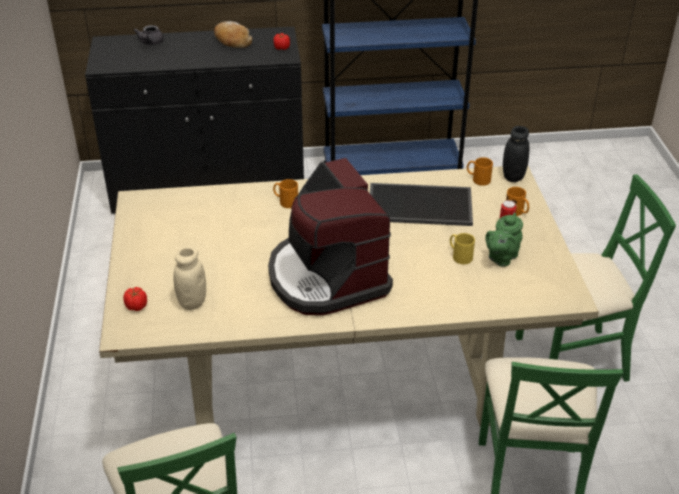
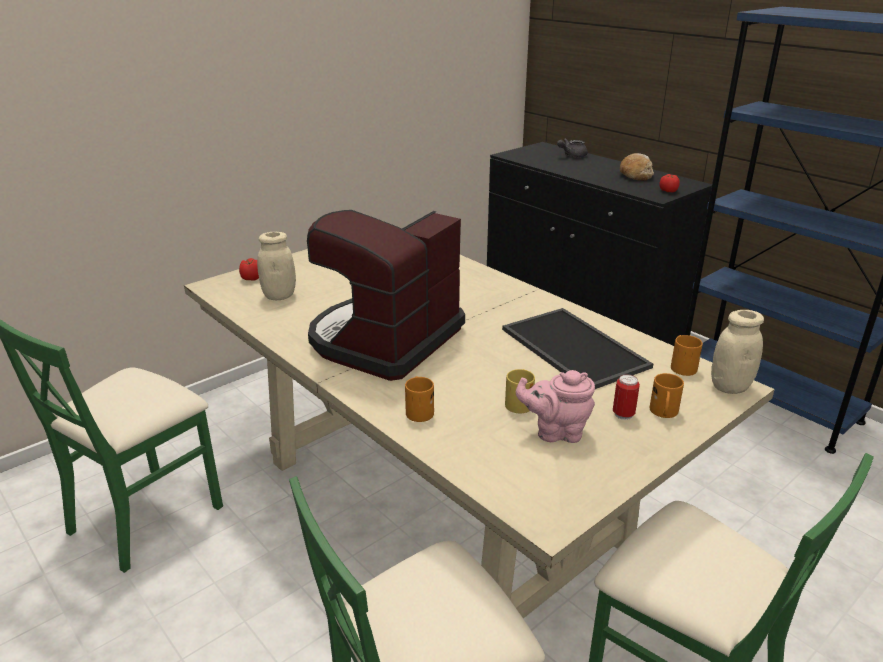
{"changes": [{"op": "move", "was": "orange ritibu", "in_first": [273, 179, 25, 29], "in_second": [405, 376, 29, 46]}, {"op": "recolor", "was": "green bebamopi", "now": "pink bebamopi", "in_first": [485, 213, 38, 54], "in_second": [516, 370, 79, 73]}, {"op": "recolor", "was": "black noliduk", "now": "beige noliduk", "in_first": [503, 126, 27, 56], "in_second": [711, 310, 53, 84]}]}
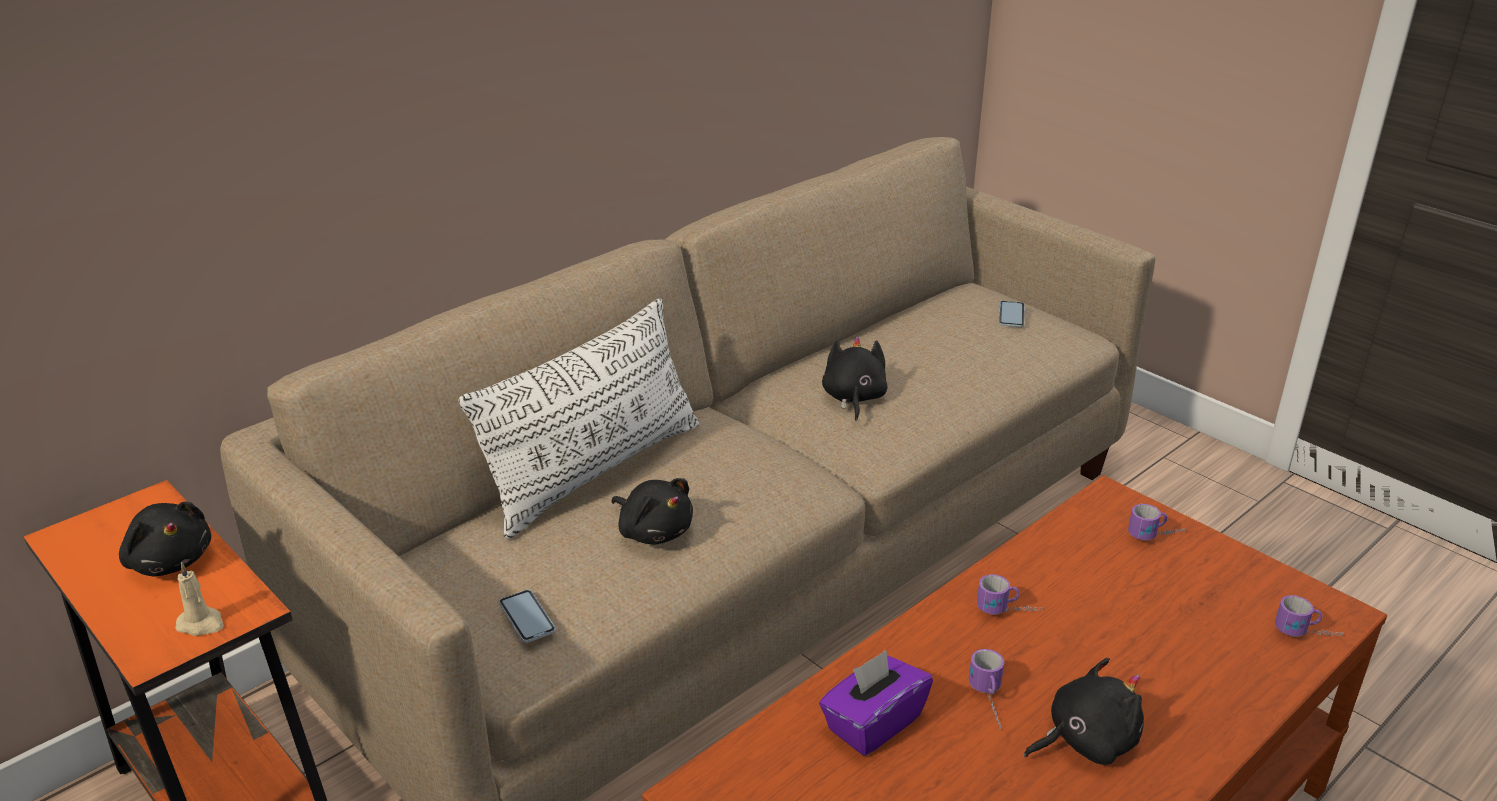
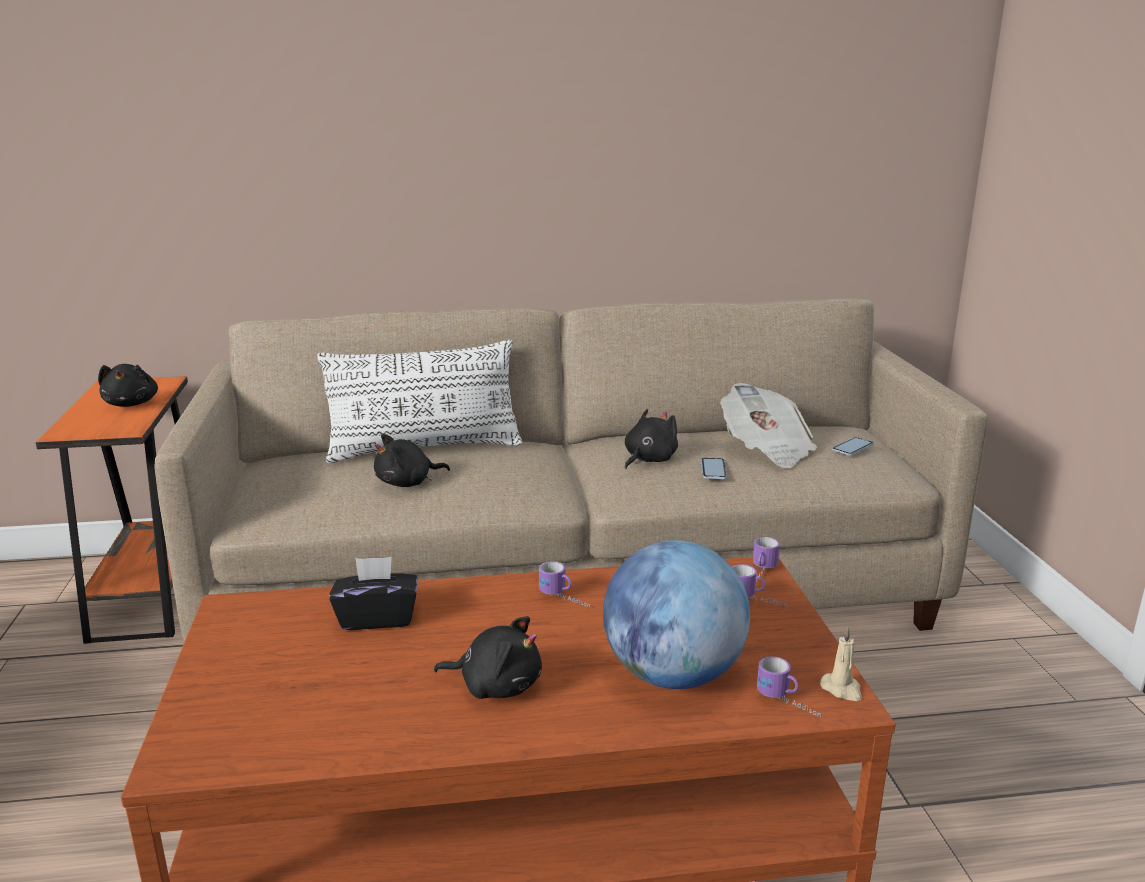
{"changes": [{"op": "recolor", "was": "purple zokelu", "now": "black zokelu", "in_first": [819, 650, 114, 106], "in_second": [329, 557, 88, 73]}, {"op": "rotate", "was": "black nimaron", "in_first": [612, 478, 81, 67], "in_second": [374, 434, 76, 53], "clockwise": 75}, {"op": "insert", "now": "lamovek", "in_second": [603, 540, 147, 149]}, {"op": "move", "was": "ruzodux", "in_first": [499, 590, 57, 53], "in_second": [701, 458, 26, 21]}, {"op": "insert", "now": "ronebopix", "in_second": [720, 383, 97, 86]}, {"op": "move", "was": "ritibu", "in_first": [969, 649, 35, 81], "in_second": [753, 537, 27, 45]}, {"op": "move", "was": "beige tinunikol", "in_first": [175, 562, 49, 74], "in_second": [820, 627, 42, 74]}]}
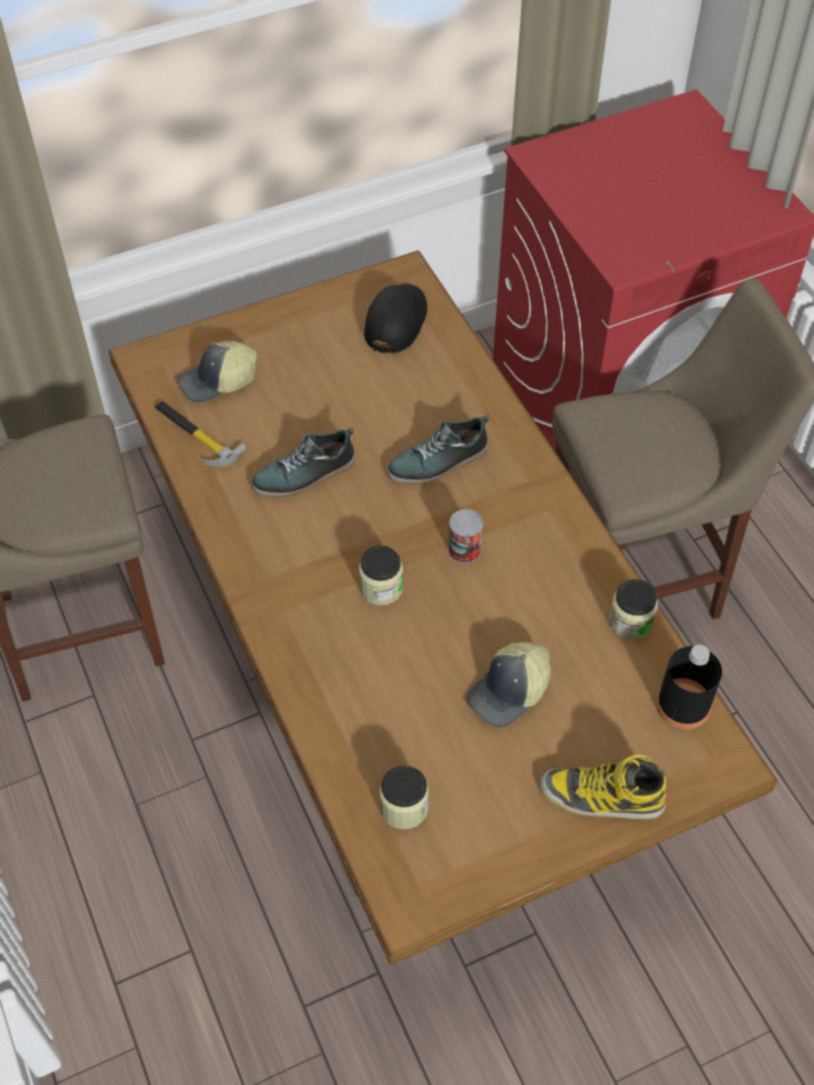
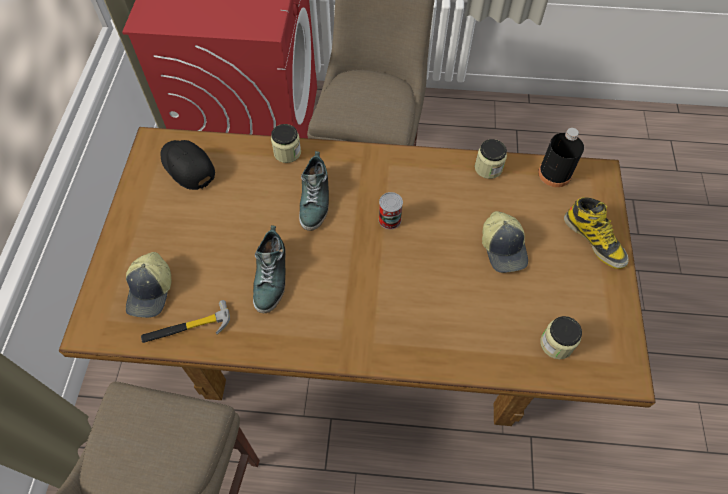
{"changes": [{"op": "move", "was": "noliduk", "in_first": [358, 545, 45, 61], "in_second": [271, 124, 30, 39]}, {"op": "rotate", "was": "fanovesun", "in_first": [540, 755, 127, 64], "in_second": [564, 197, 65, 72], "clockwise": -75}]}
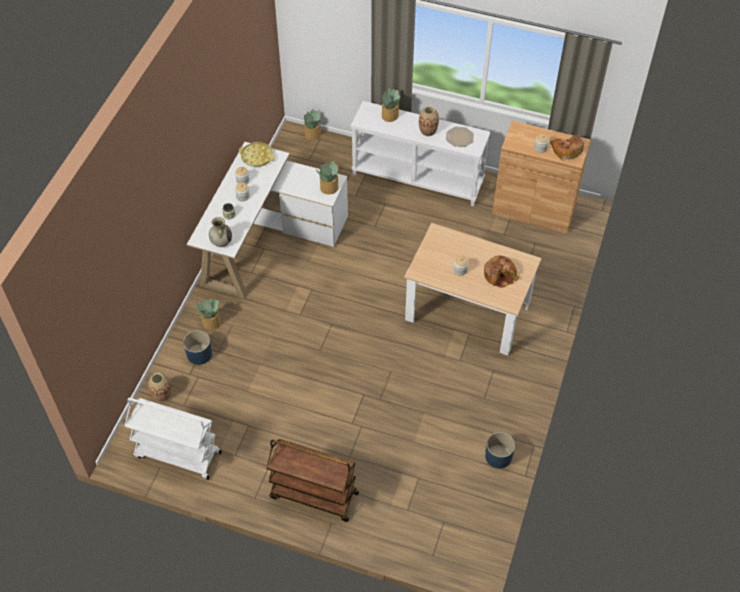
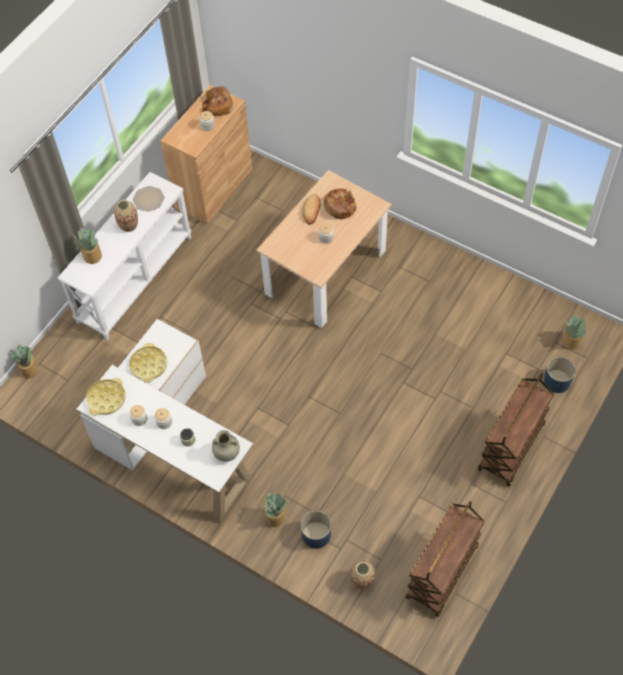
{"changes": [{"op": "insert", "now": "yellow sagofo", "in_second": [129, 343, 38, 39]}, {"op": "insert", "now": "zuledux", "in_second": [302, 194, 18, 30]}, {"op": "recolor", "was": "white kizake", "now": "brown kizake", "in_first": [125, 398, 97, 82], "in_second": [405, 501, 80, 116]}, {"op": "move", "was": "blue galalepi", "in_first": [485, 432, 30, 37], "in_second": [544, 357, 32, 36]}, {"op": "move", "was": "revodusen", "in_first": [316, 161, 22, 33], "in_second": [562, 315, 24, 35]}]}
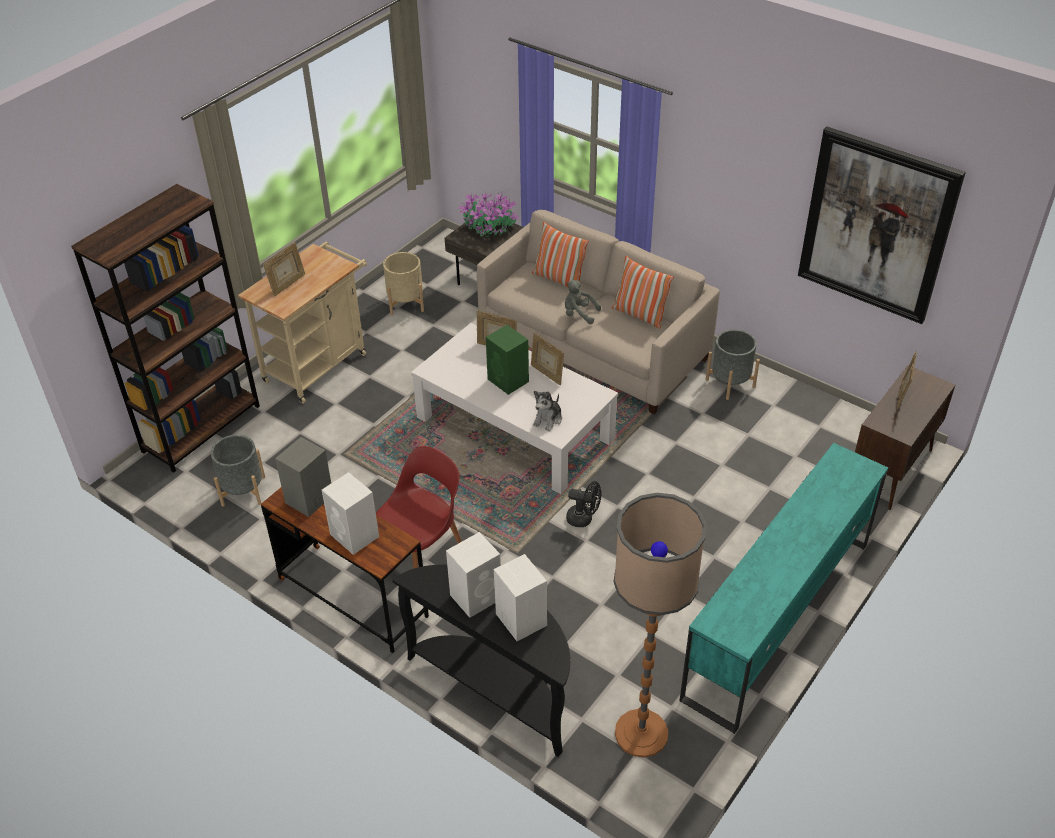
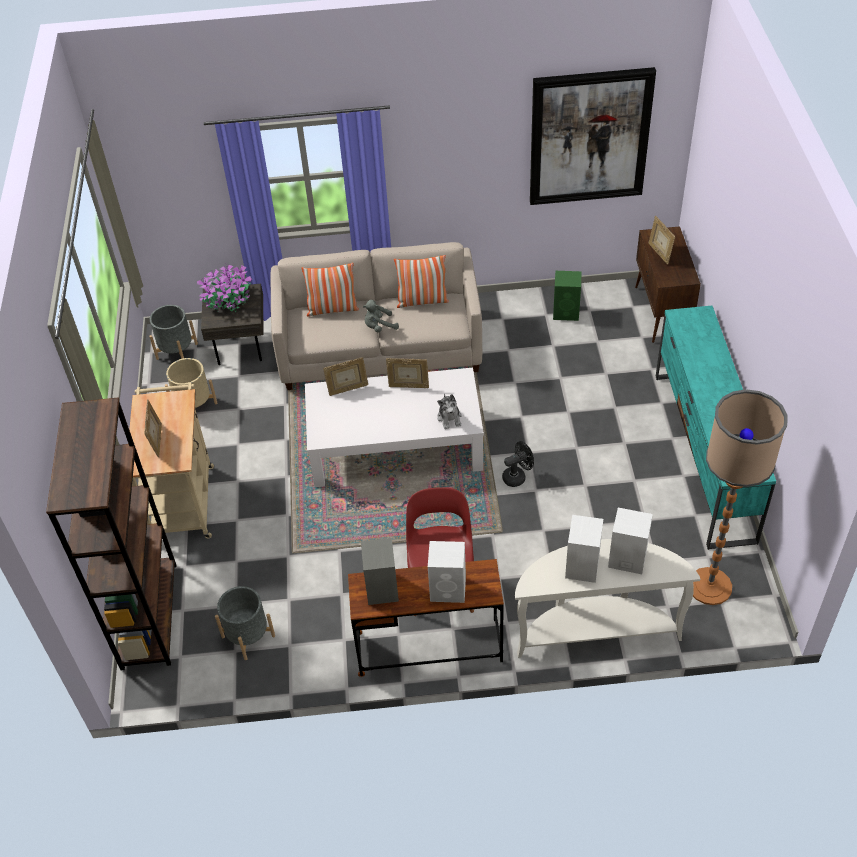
{"changes": [{"op": "move", "was": "grey galalepi", "in_first": [706, 329, 54, 71], "in_second": [149, 305, 49, 55]}, {"op": "recolor", "was": "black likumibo", "now": "white likumibo", "in_first": [392, 565, 178, 192], "in_second": [515, 539, 185, 119]}, {"op": "move", "was": "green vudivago", "in_first": [486, 325, 43, 70], "in_second": [553, 271, 29, 50]}]}
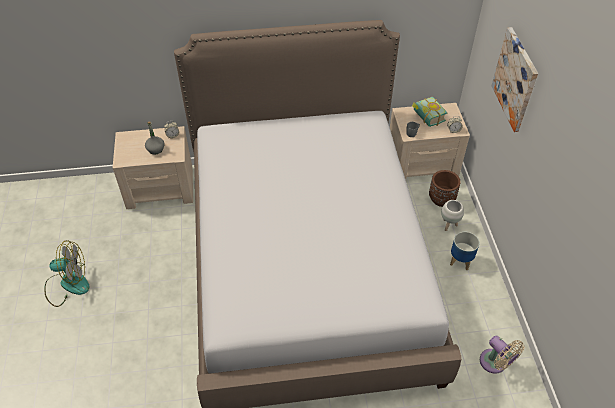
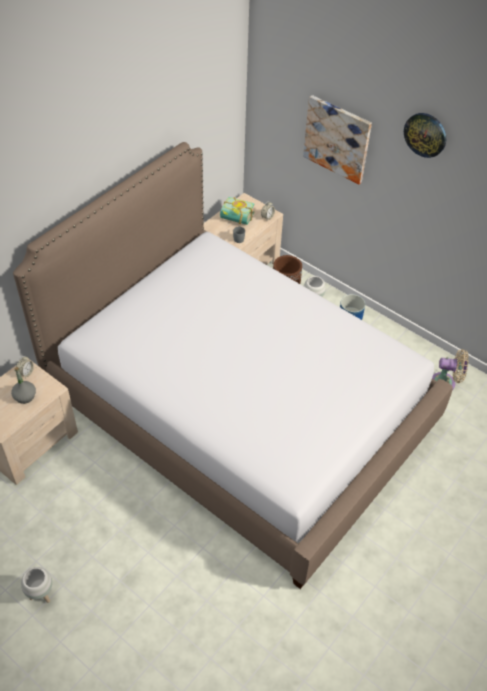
{"changes": [{"op": "replace", "was": "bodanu", "now": "white galalepi", "in_first": [44, 240, 46, 67], "in_second": [21, 567, 31, 36]}, {"op": "insert", "now": "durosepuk", "in_second": [404, 113, 42, 45]}]}
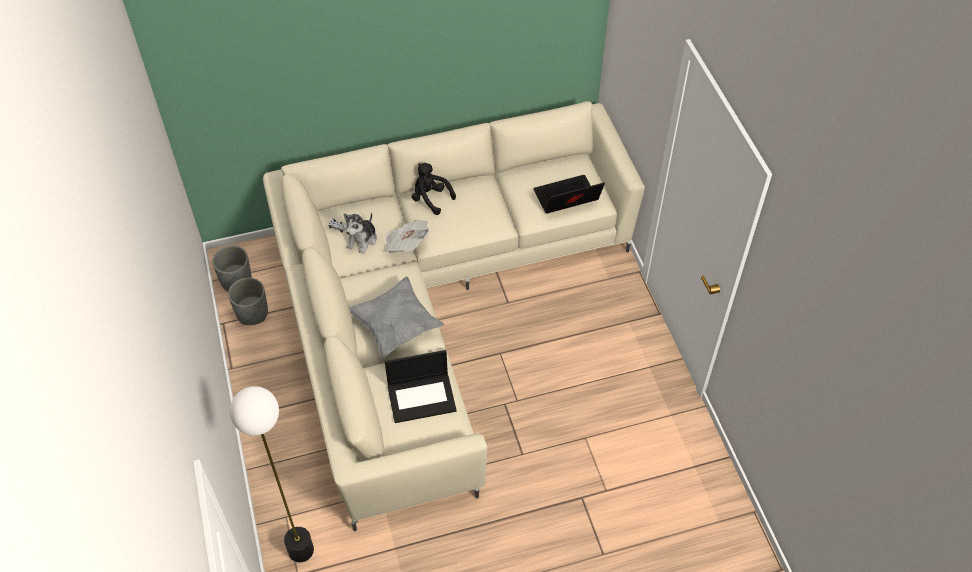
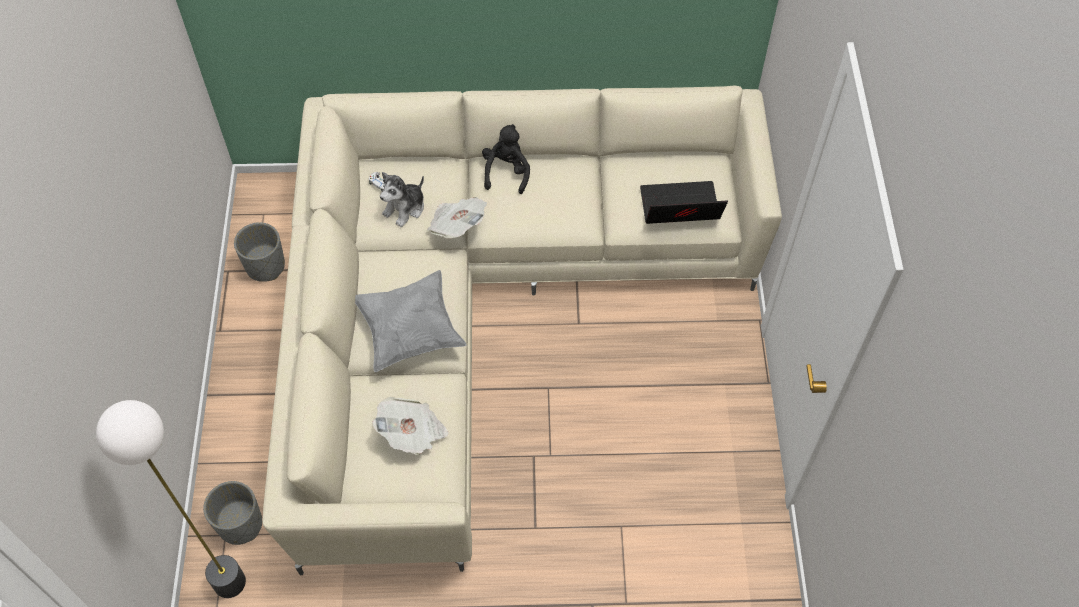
{"changes": [{"op": "move", "was": "grey galalepi", "in_first": [212, 246, 40, 46], "in_second": [203, 481, 59, 64]}, {"op": "replace", "was": "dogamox", "now": "ronebopix", "in_first": [385, 350, 72, 73], "in_second": [372, 397, 77, 58]}, {"op": "rotate", "was": "black nimaron", "in_first": [412, 163, 44, 52], "in_second": [482, 124, 48, 70], "clockwise": 45}]}
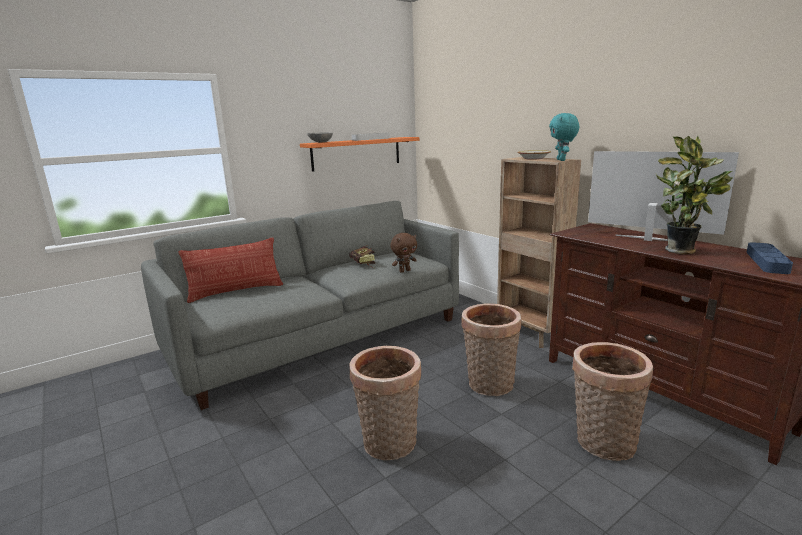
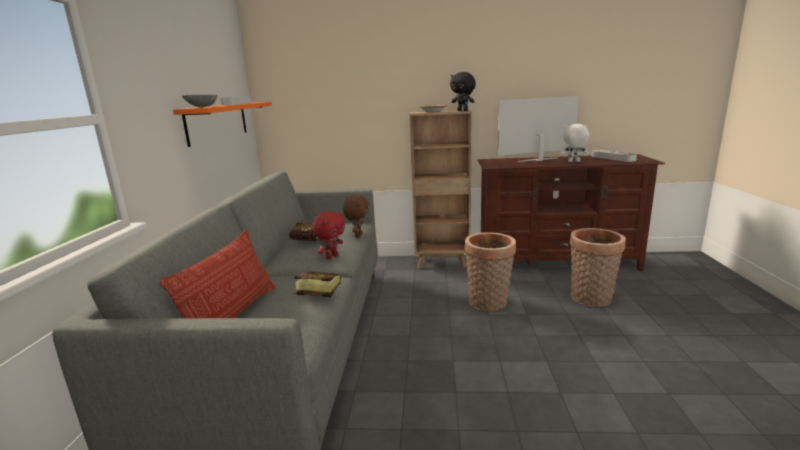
{"changes": [{"op": "insert", "now": "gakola", "in_second": [291, 272, 50, 26]}, {"op": "insert", "now": "red nimaron", "in_second": [312, 211, 33, 49]}, {"op": "recolor", "was": "turquoise nimaron", "now": "black nimaron", "in_first": [549, 113, 30, 48], "in_second": [450, 72, 26, 39]}, {"op": "replace", "was": "revodusen", "now": "white nimaron", "in_first": [656, 135, 77, 119], "in_second": [561, 124, 28, 38]}, {"op": "recolor", "was": "blue sagofo", "now": "grey sagofo", "in_first": [746, 242, 47, 32], "in_second": [591, 150, 46, 12]}, {"op": "delete", "was": "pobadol", "in_first": [350, 346, 71, 114]}]}
